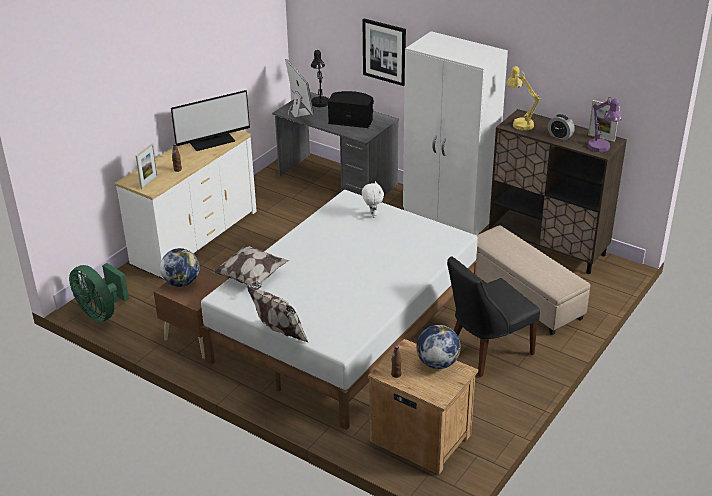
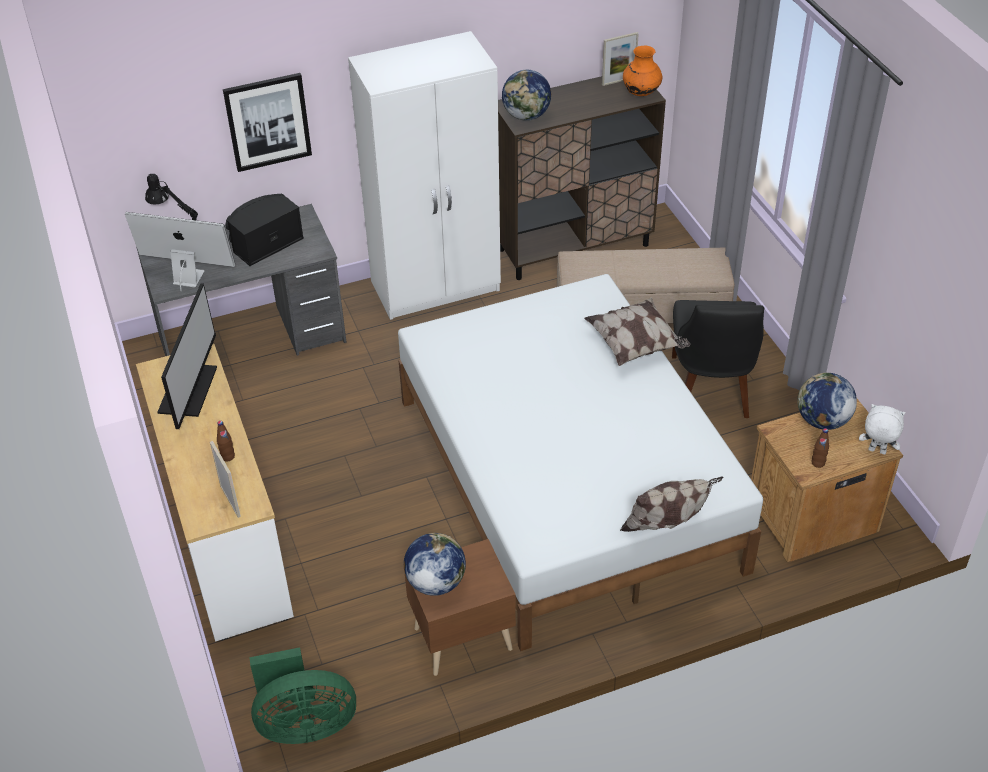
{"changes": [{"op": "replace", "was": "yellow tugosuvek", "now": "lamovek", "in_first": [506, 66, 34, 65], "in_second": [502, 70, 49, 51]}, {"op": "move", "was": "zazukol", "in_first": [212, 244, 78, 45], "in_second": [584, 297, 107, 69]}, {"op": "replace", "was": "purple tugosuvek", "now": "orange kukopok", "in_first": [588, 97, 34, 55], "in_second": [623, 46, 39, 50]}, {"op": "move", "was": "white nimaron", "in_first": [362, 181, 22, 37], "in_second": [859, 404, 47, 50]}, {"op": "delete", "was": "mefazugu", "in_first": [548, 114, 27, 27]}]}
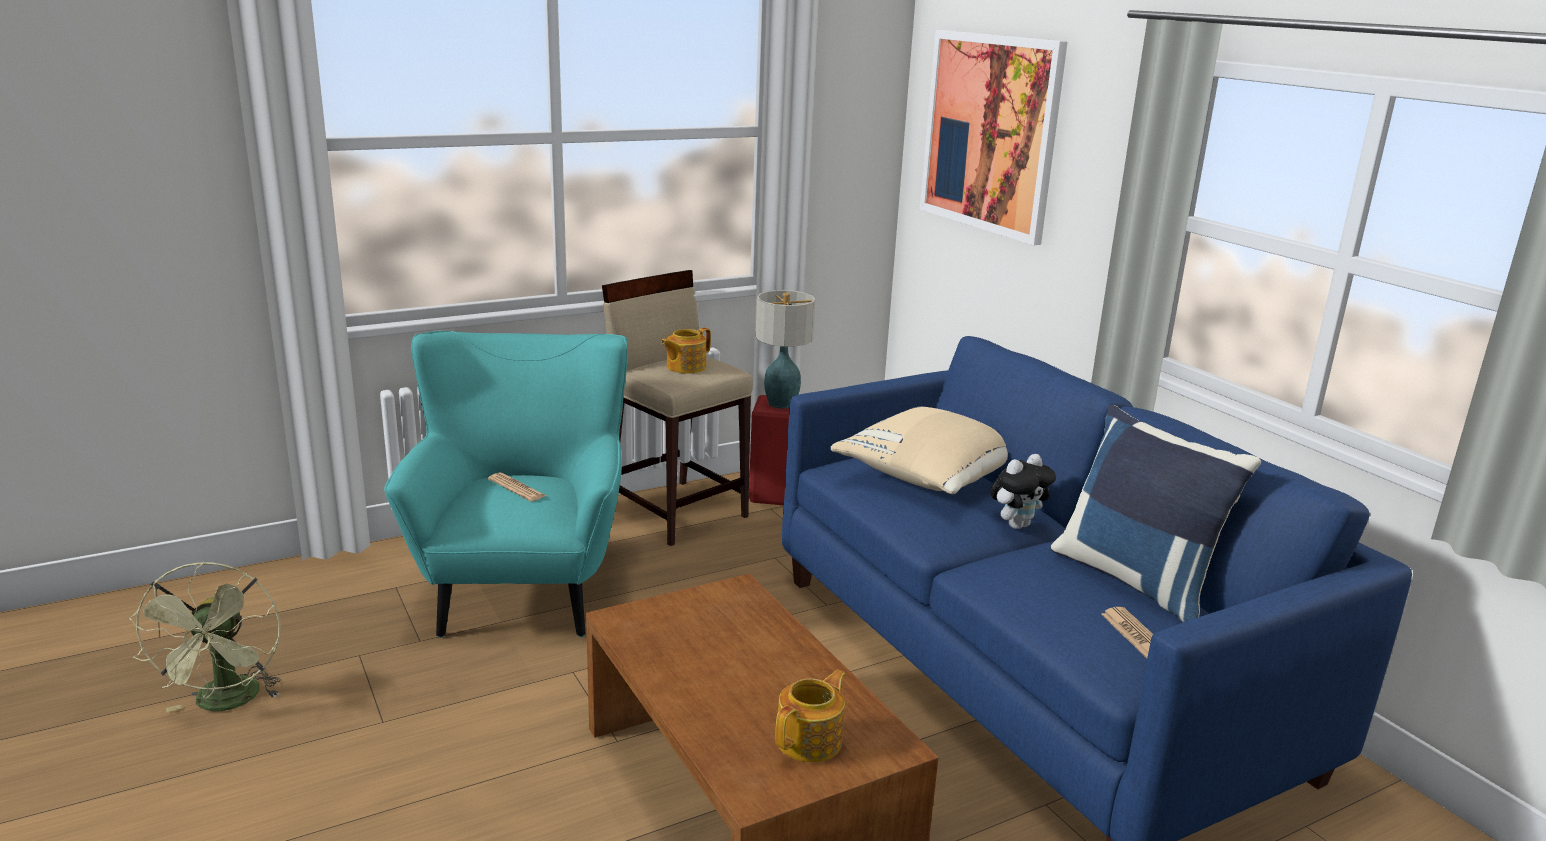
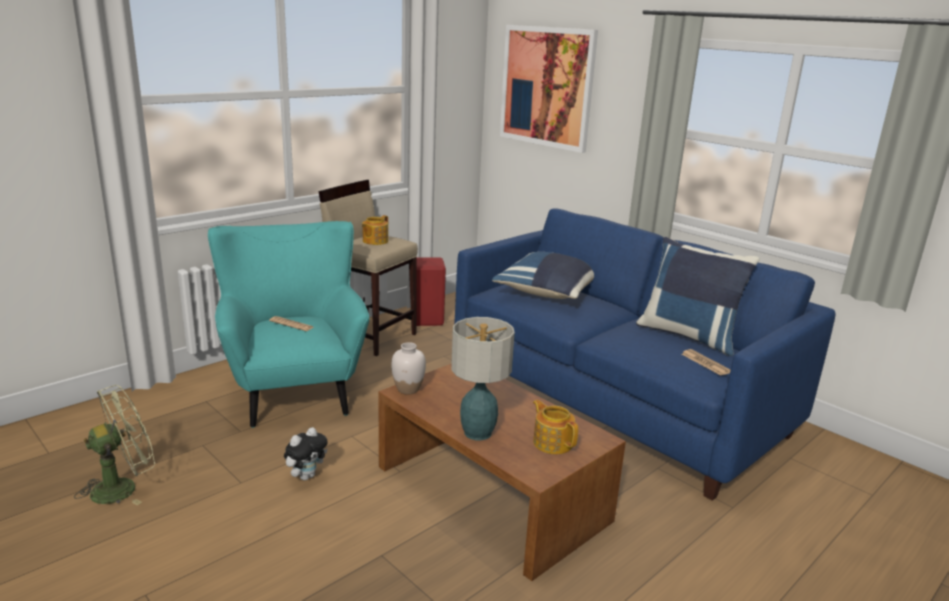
{"changes": [{"op": "rotate", "was": "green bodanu", "in_first": [129, 561, 152, 151], "in_second": [74, 385, 81, 120], "clockwise": -105}, {"op": "move", "was": "nimaron", "in_first": [990, 454, 66, 75], "in_second": [284, 427, 44, 53]}, {"op": "insert", "now": "white kukopok", "in_second": [391, 342, 35, 53]}, {"op": "move", "was": "tugosuvek", "in_first": [756, 290, 60, 119], "in_second": [451, 317, 64, 123]}, {"op": "recolor", "was": "beige zazukol", "now": "blue zazukol", "in_first": [831, 407, 177, 87], "in_second": [492, 252, 102, 47]}, {"op": "rotate", "was": "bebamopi", "in_first": [775, 670, 71, 93], "in_second": [533, 400, 45, 54], "clockwise": -60}]}
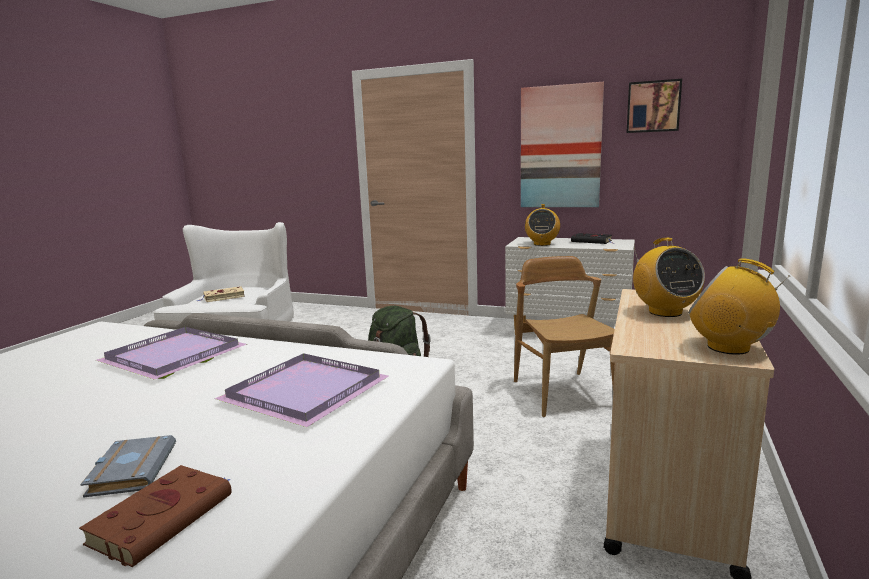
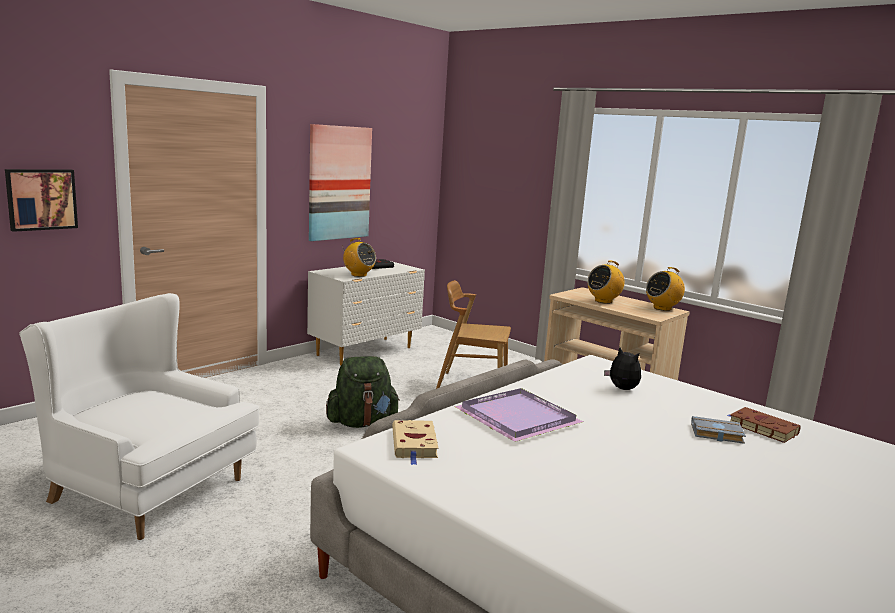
{"changes": [{"op": "move", "was": "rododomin", "in_first": [626, 79, 56, 54], "in_second": [5, 169, 73, 63]}, {"op": "move", "was": "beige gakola", "in_first": [197, 286, 48, 16], "in_second": [392, 420, 46, 45]}, {"op": "rotate", "was": "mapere", "in_first": [633, 238, 72, 79], "in_second": [587, 260, 38, 44], "clockwise": 135}, {"op": "replace", "was": "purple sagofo", "now": "nimaron", "in_first": [215, 353, 174, 74], "in_second": [604, 347, 37, 43]}]}
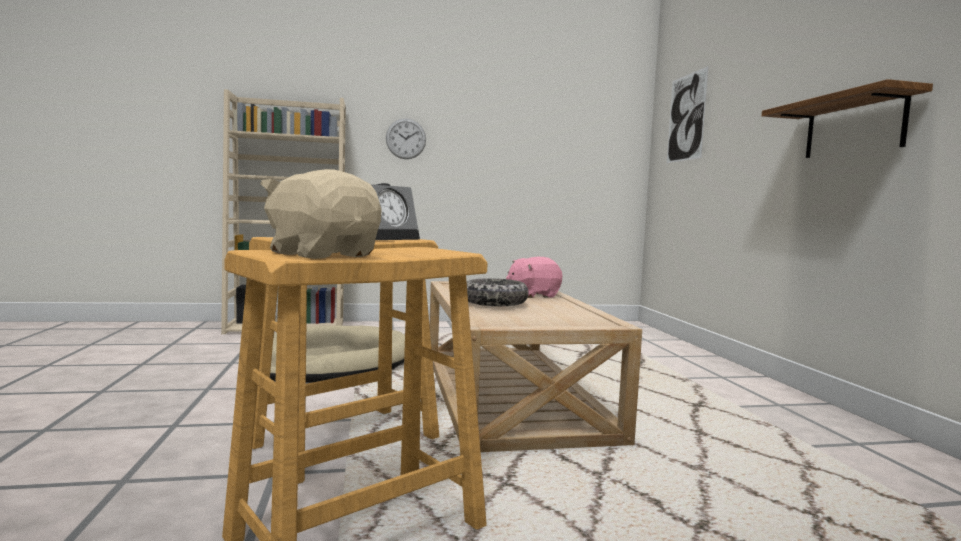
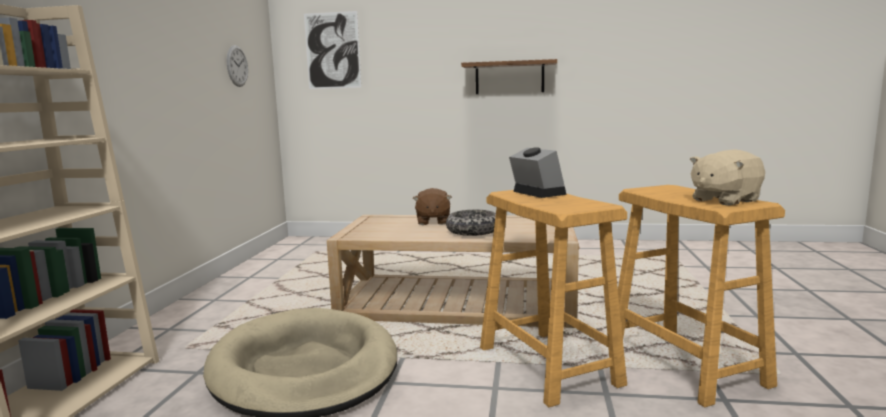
{"changes": [{"op": "move", "was": "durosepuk", "in_first": [386, 118, 40, 41], "in_second": [227, 45, 21, 42]}, {"op": "recolor", "was": "pink nimaron", "now": "brown nimaron", "in_first": [506, 257, 56, 41], "in_second": [413, 188, 39, 37]}]}
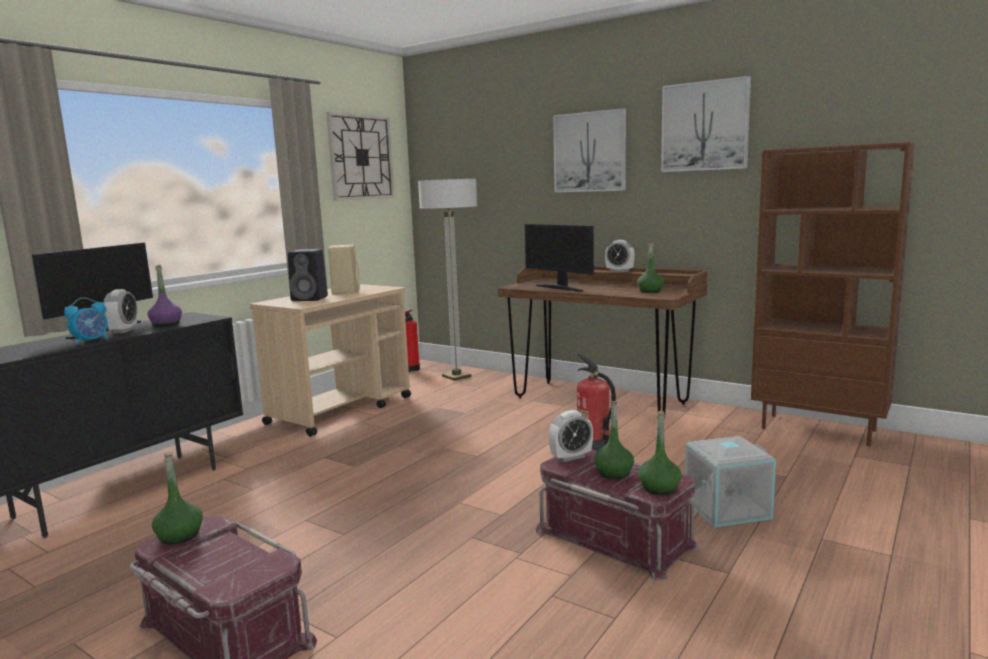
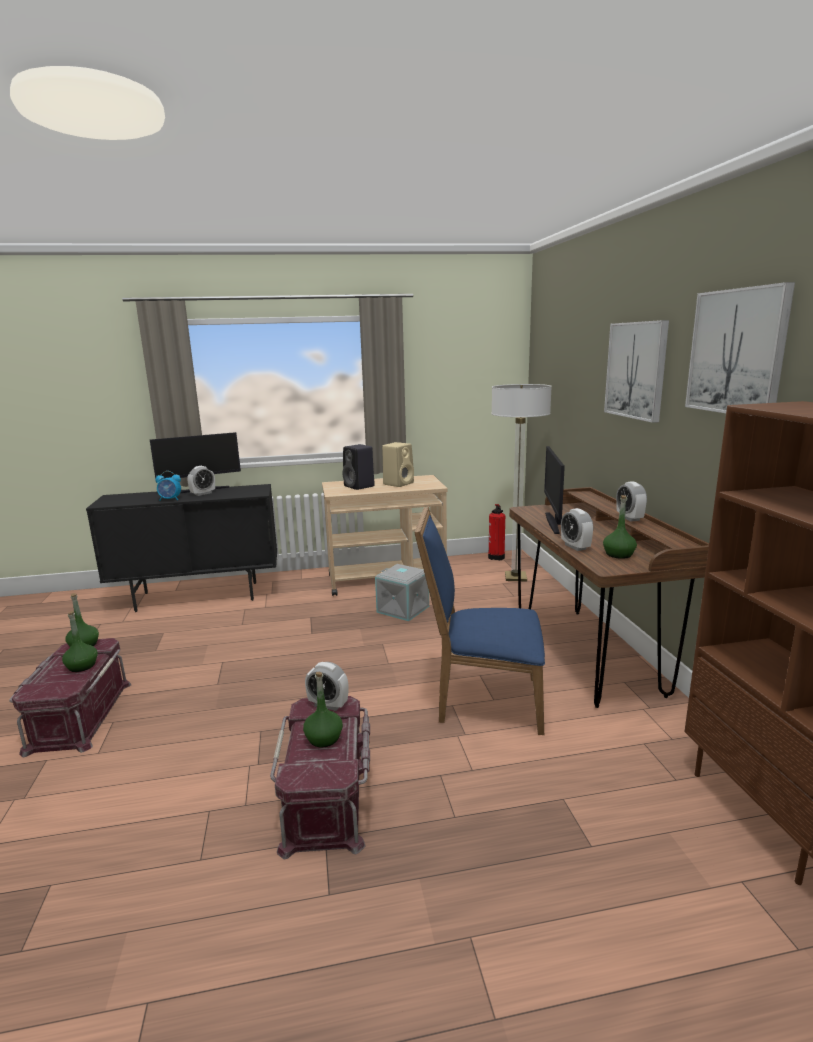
{"changes": [{"op": "move", "was": "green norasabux", "in_first": [638, 411, 44, 84], "in_second": [62, 611, 36, 61]}, {"op": "move", "was": "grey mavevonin", "in_first": [685, 436, 91, 91], "in_second": [375, 564, 54, 57]}, {"op": "replace", "was": "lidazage", "now": "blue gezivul", "in_first": [577, 354, 39, 97], "in_second": [414, 507, 131, 228]}, {"op": "insert", "now": "mefazugu", "in_second": [561, 508, 32, 43]}, {"op": "delete", "was": "purple norasabux", "in_first": [148, 265, 34, 62]}, {"op": "delete", "was": "durosepuk", "in_first": [326, 112, 69, 89]}]}
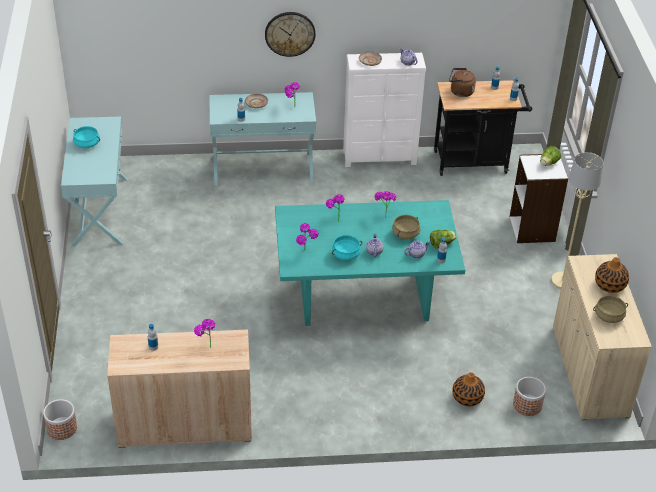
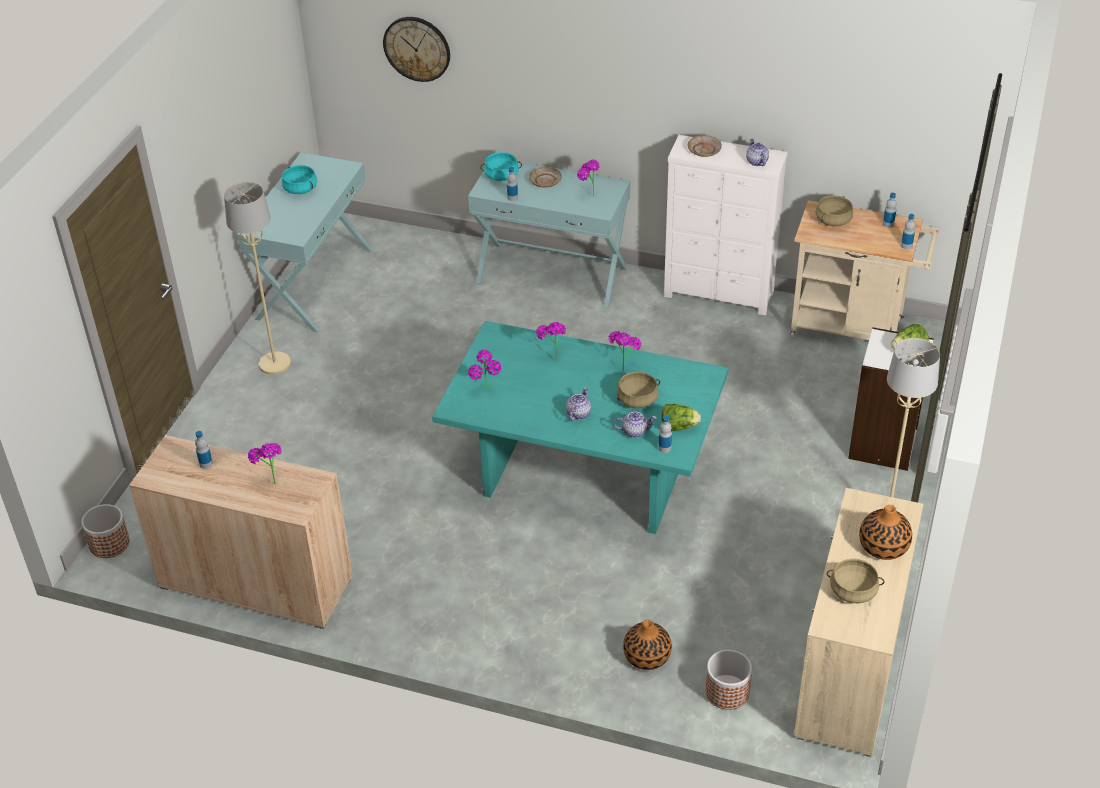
{"changes": [{"op": "insert", "now": "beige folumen", "in_second": [224, 182, 67, 193]}, {"op": "move", "was": "durosepuk", "in_first": [265, 12, 51, 45], "in_second": [383, 17, 67, 65]}, {"op": "move", "was": "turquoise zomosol", "in_first": [332, 235, 30, 25], "in_second": [480, 152, 42, 29]}, {"op": "recolor", "was": "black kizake", "now": "beige kizake", "in_first": [434, 80, 98, 96], "in_second": [790, 200, 150, 140]}, {"op": "replace", "was": "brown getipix", "now": "beige zomosol", "in_first": [449, 68, 27, 29], "in_second": [816, 195, 37, 31]}]}
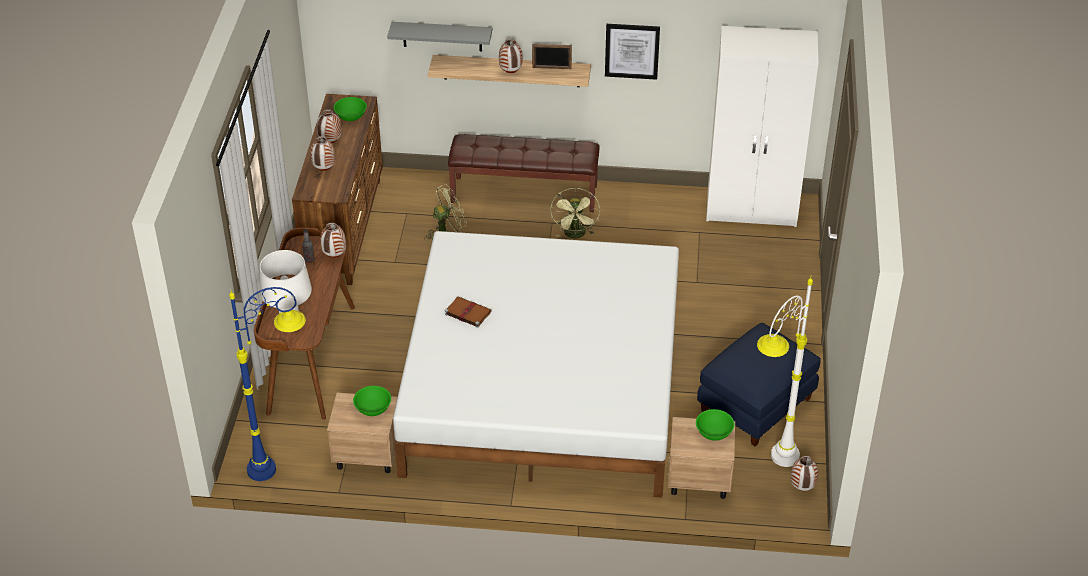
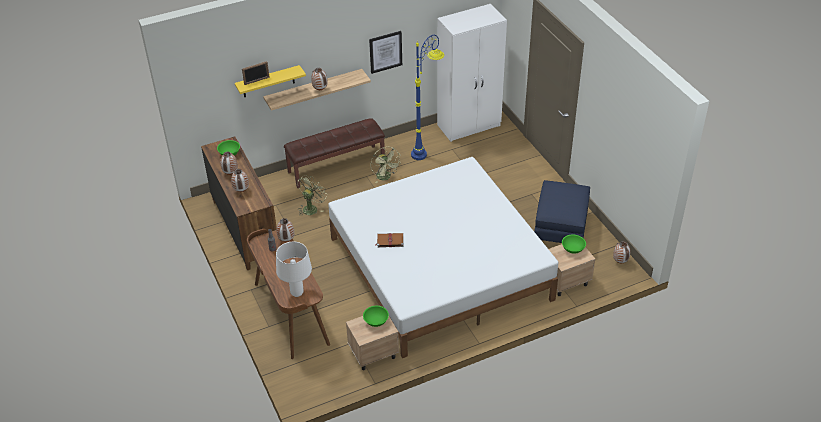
{"changes": [{"op": "recolor", "was": "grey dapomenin", "now": "yellow dapomenin", "in_first": [387, 22, 105, 29], "in_second": [235, 65, 71, 32]}, {"op": "move", "was": "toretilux", "in_first": [532, 44, 40, 25], "in_second": [242, 61, 28, 24]}, {"op": "move", "was": "blue folumen", "in_first": [229, 287, 77, 194], "in_second": [411, 35, 33, 125]}, {"op": "delete", "was": "white folumen", "in_first": [757, 275, 56, 192]}]}
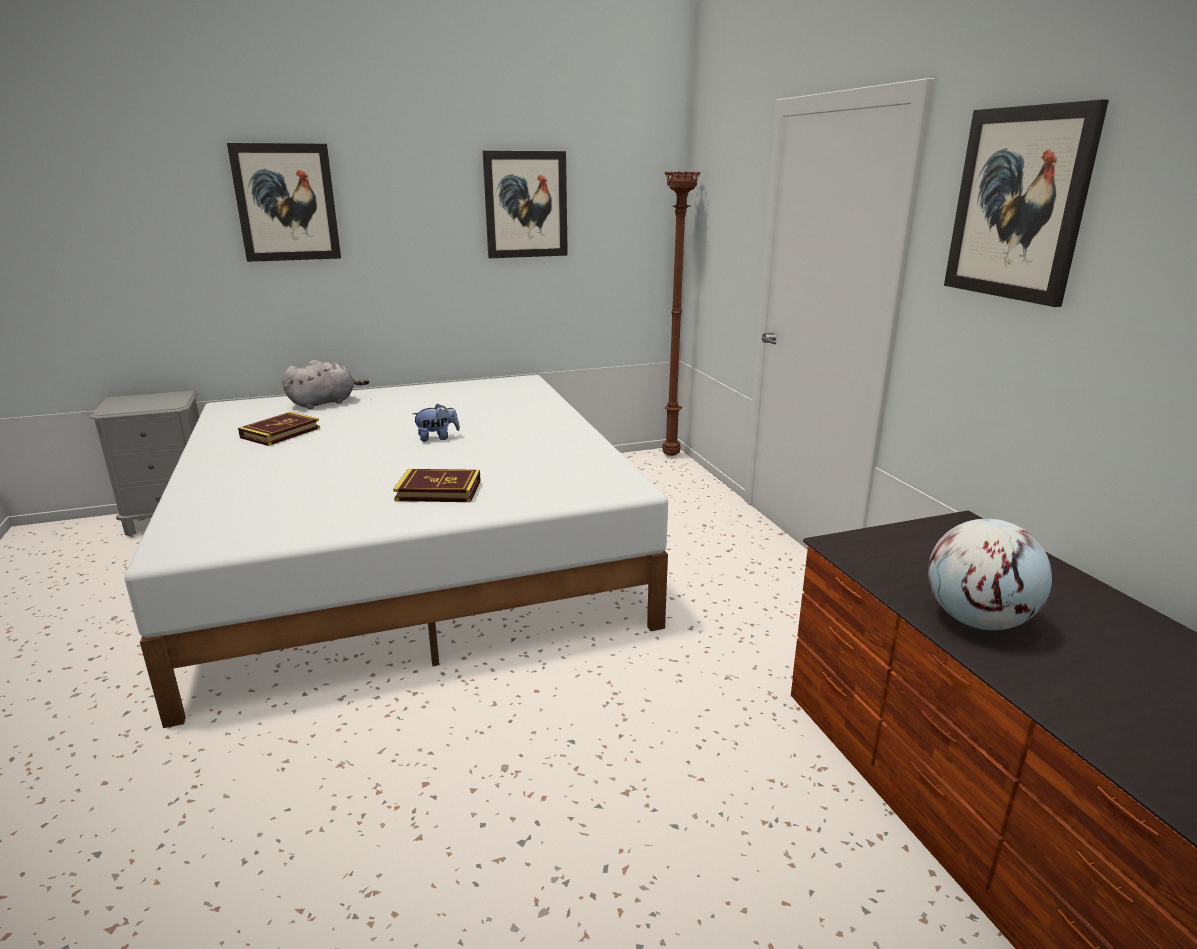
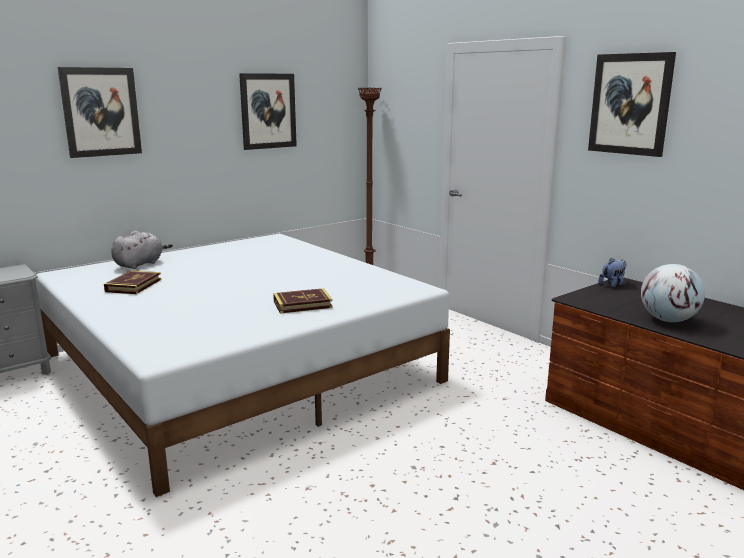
{"changes": [{"op": "move", "was": "nimaron", "in_first": [412, 404, 48, 38], "in_second": [598, 258, 28, 30]}]}
